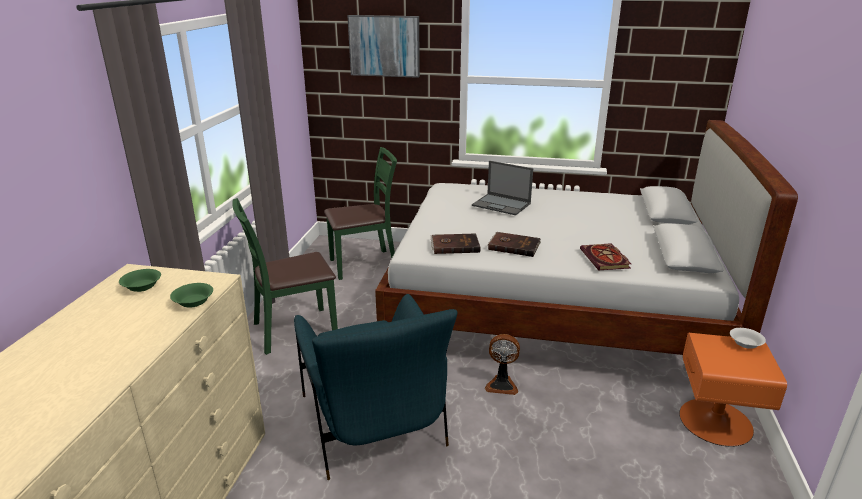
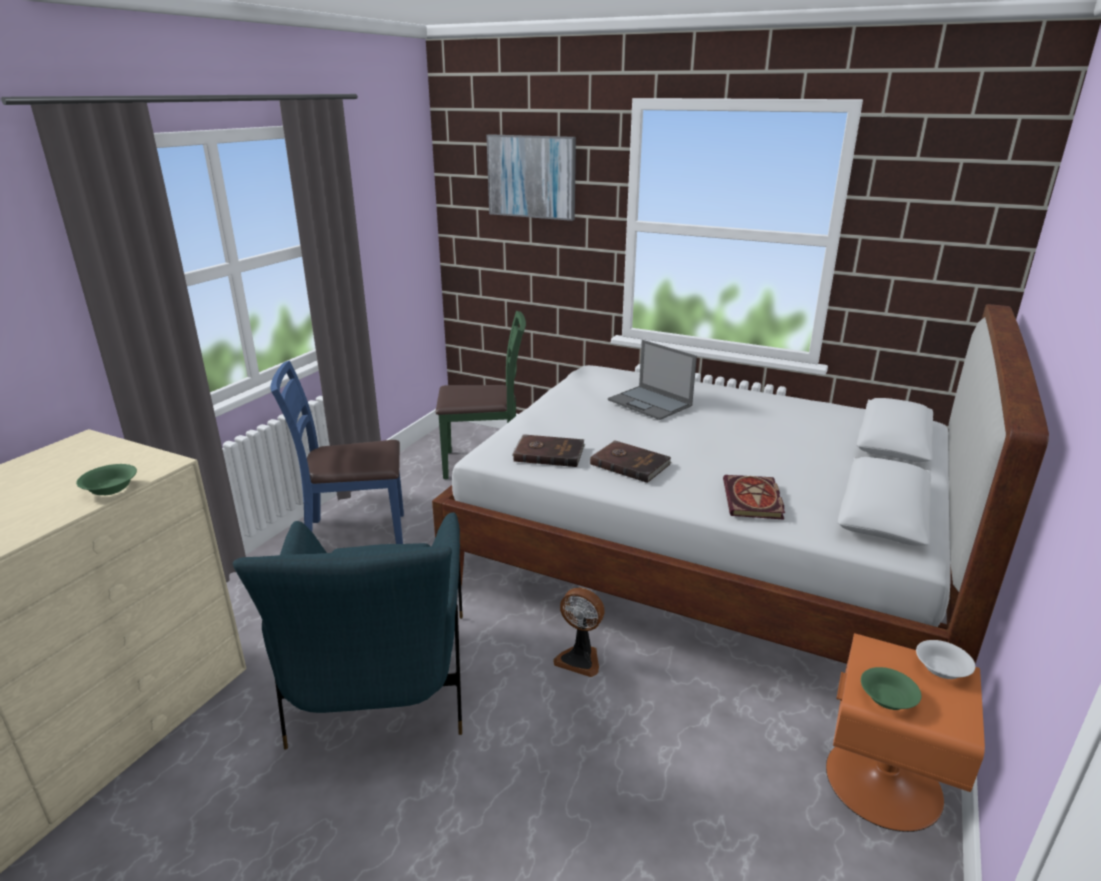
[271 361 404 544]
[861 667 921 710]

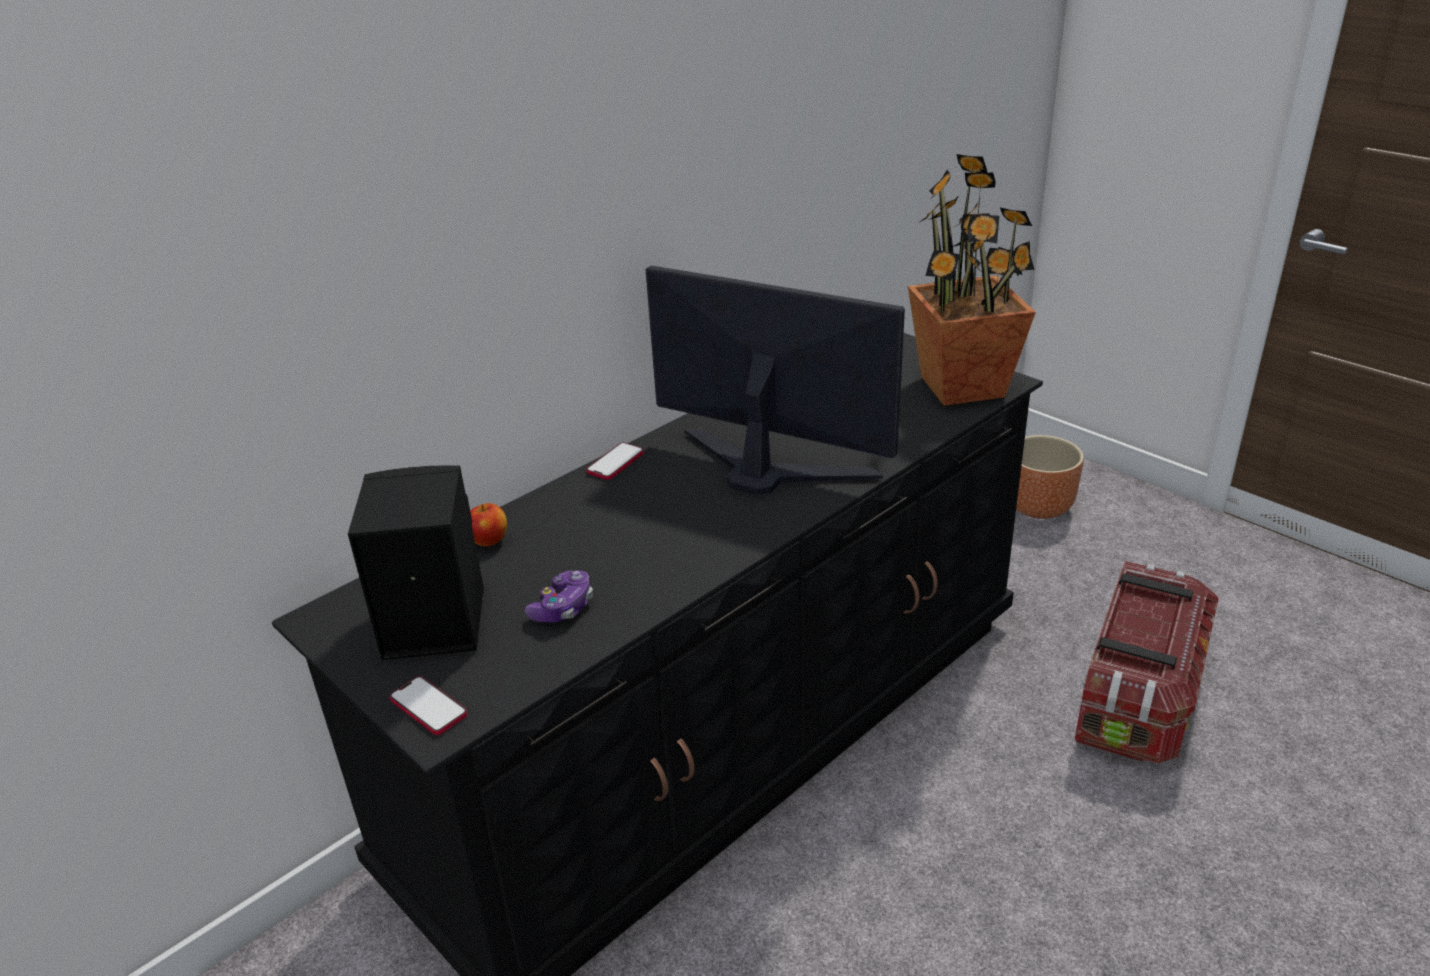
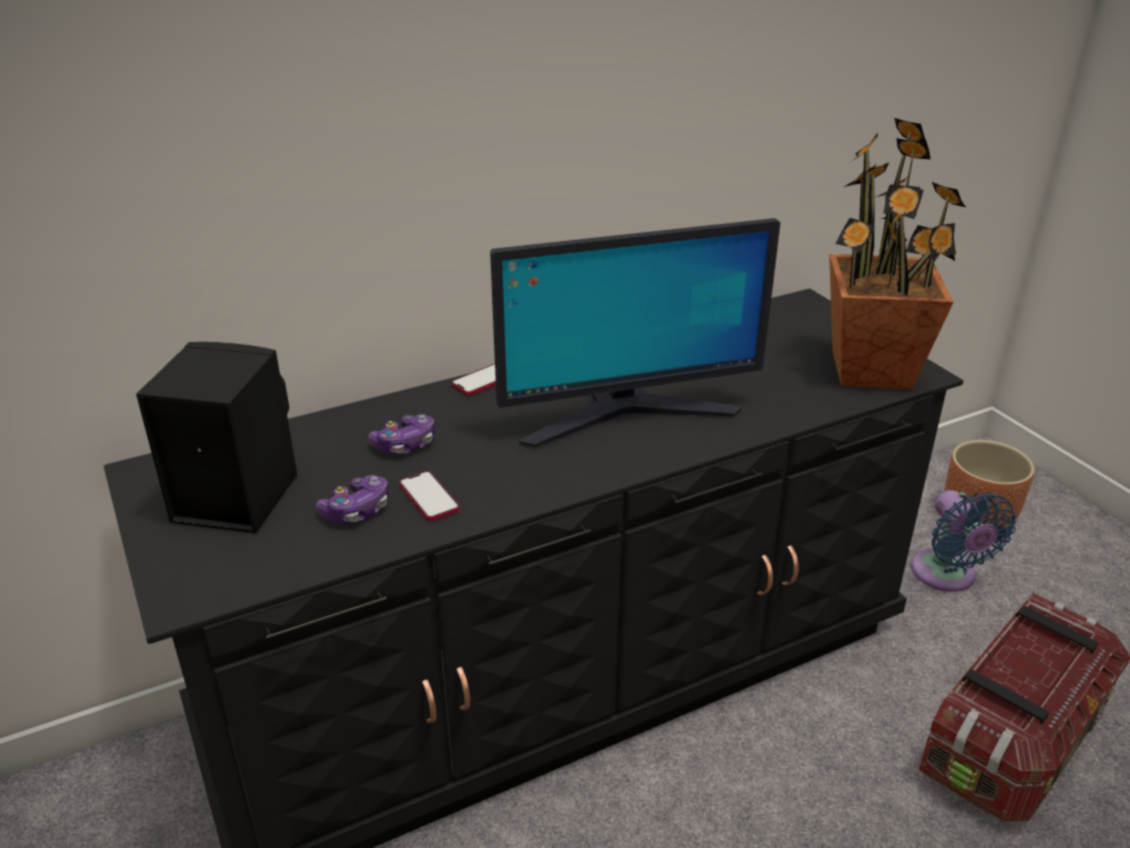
[368 414 435 454]
[399 471 460 521]
[490 218 780 447]
[911 490 1017 592]
[470 503 507 546] (first image)

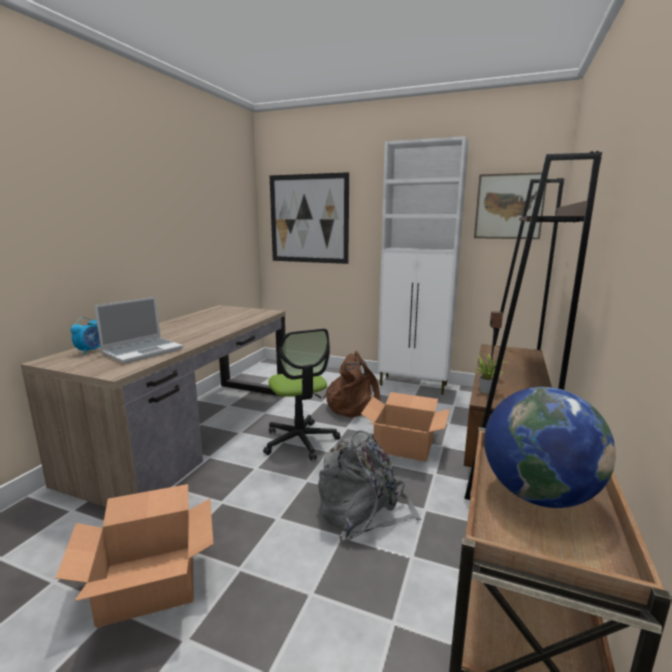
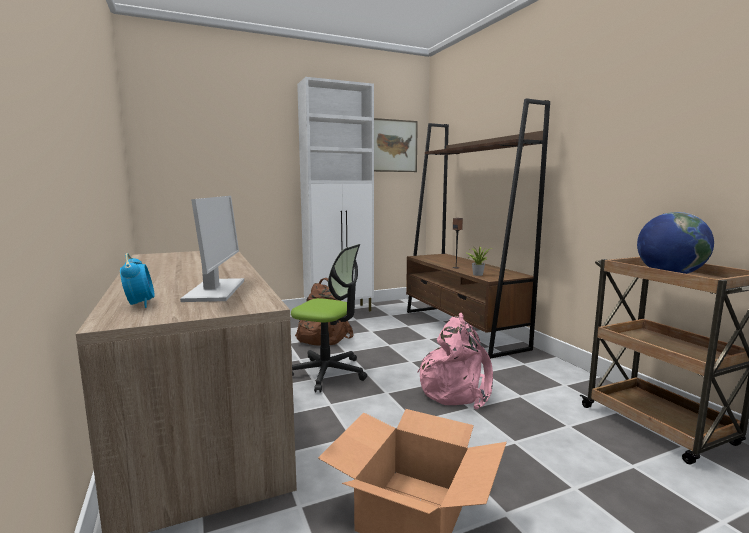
[180 196 244 302]
[417 313 493 409]
[270 172 349 264] (first image)
[361 392 450 462] (first image)

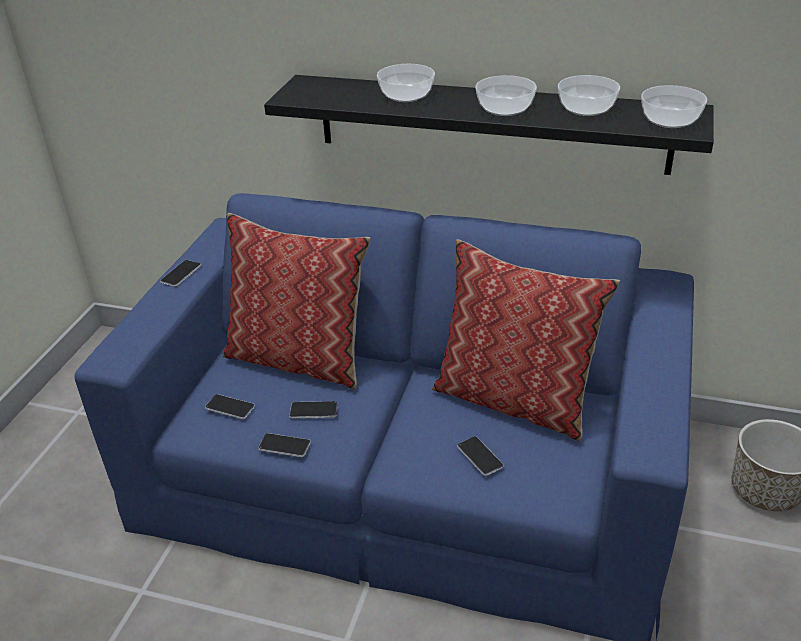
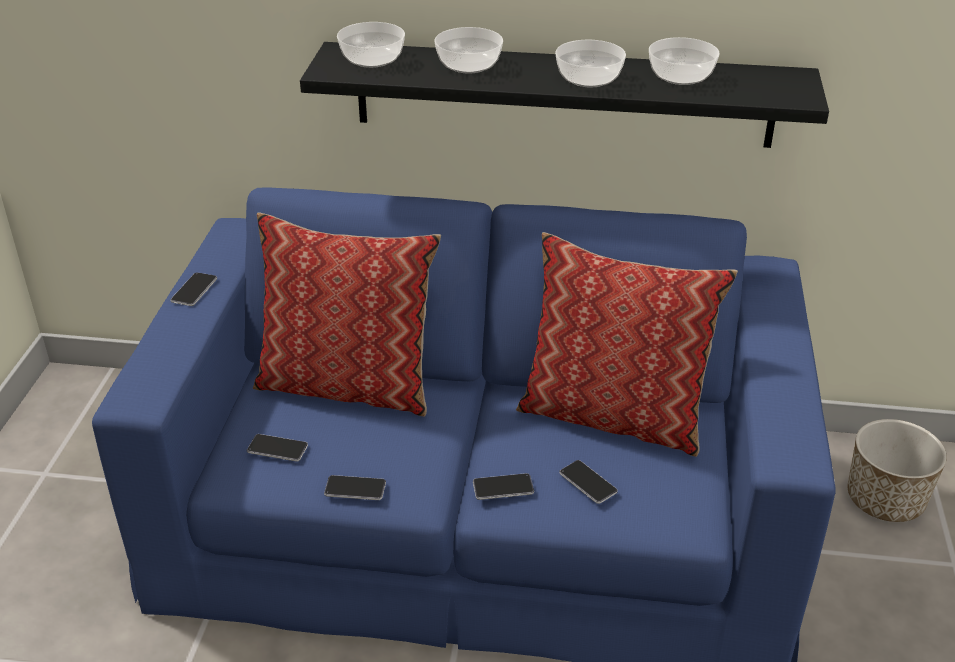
[337 22 405 68]
[473 473 534 500]

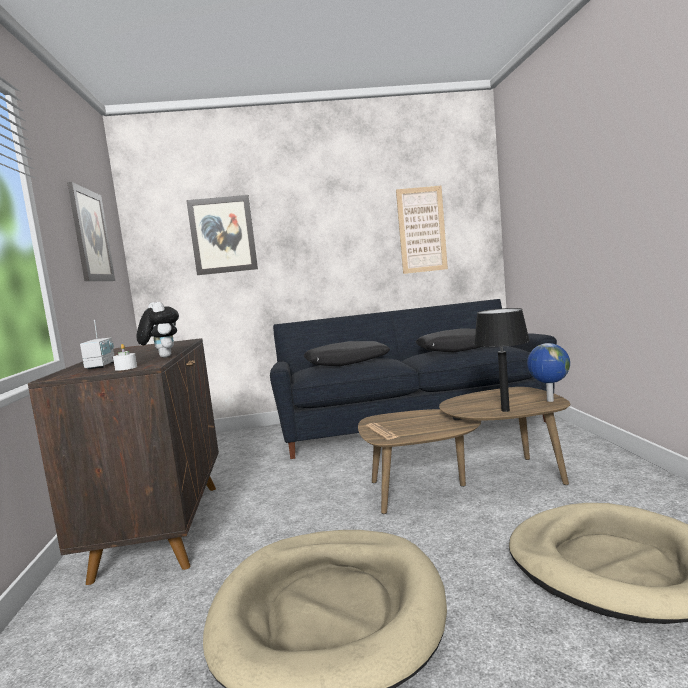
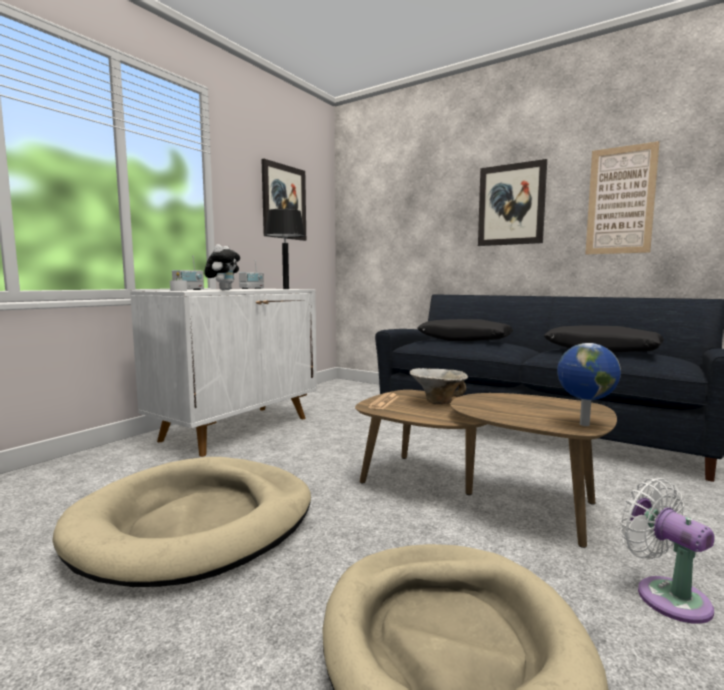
[130 289 317 457]
[239 260 264 289]
[265 209 305 289]
[410 368 468 404]
[478 159 547 246]
[620 478 714 624]

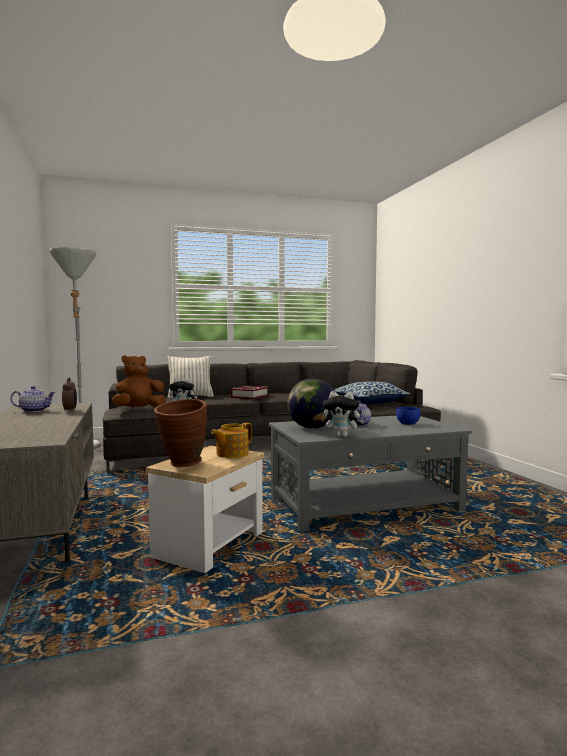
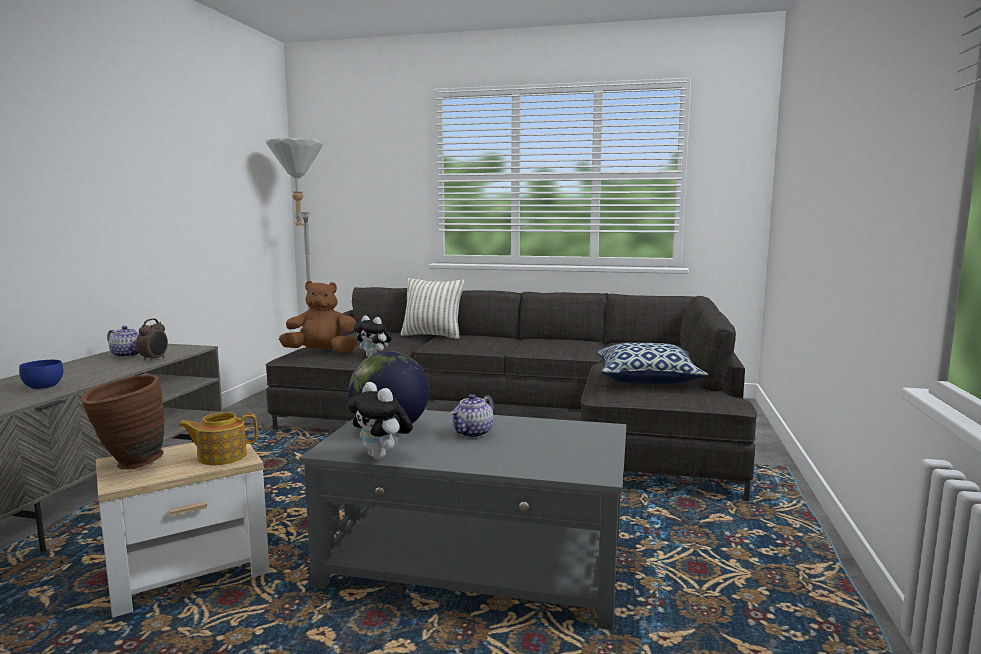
[19 360 63 390]
[230 386 270 399] (first image)

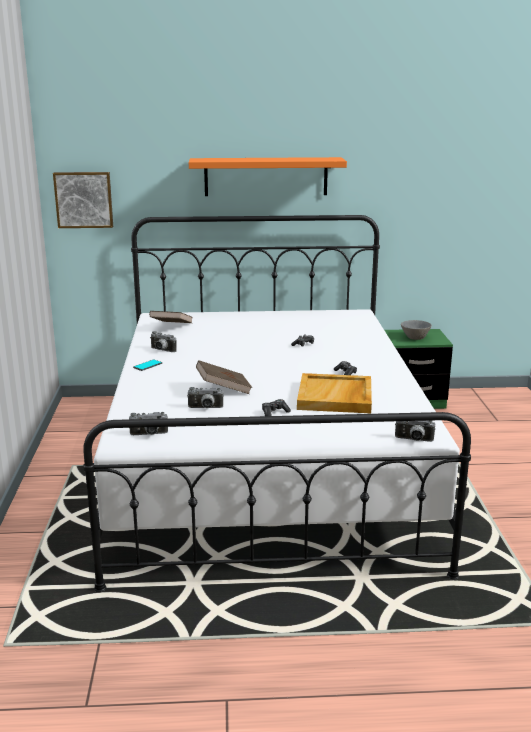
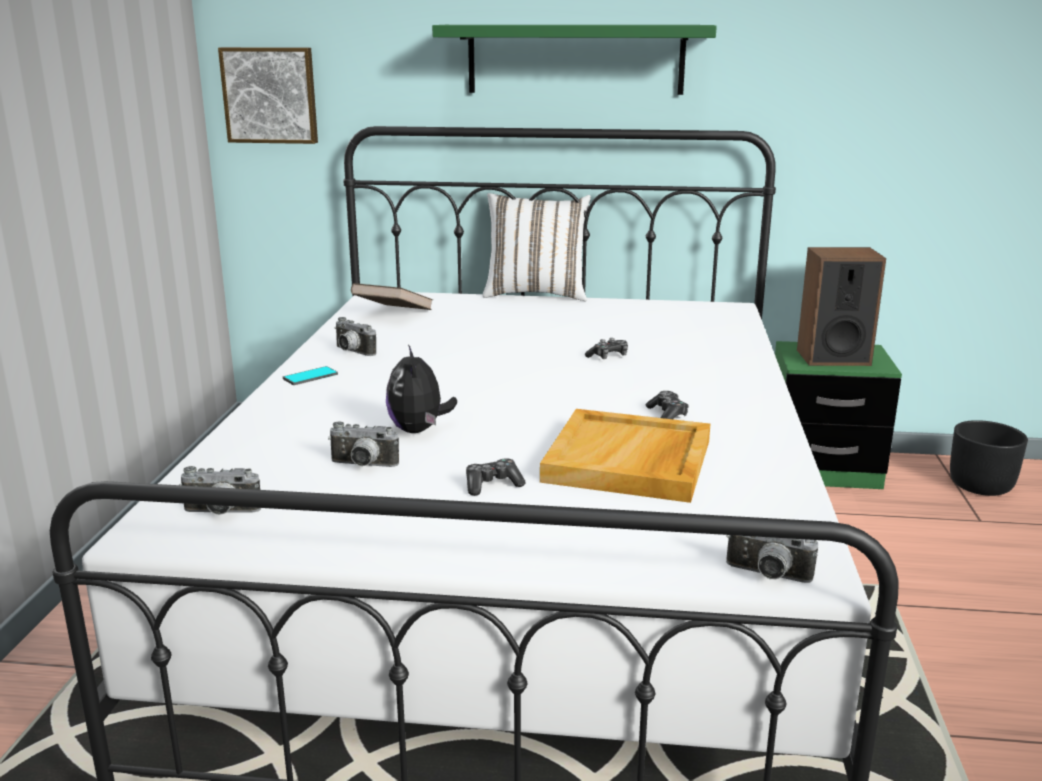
[386 344 457 433]
[432 25 717 95]
[482 193 591 301]
[797 247 886 366]
[950 420 1028 496]

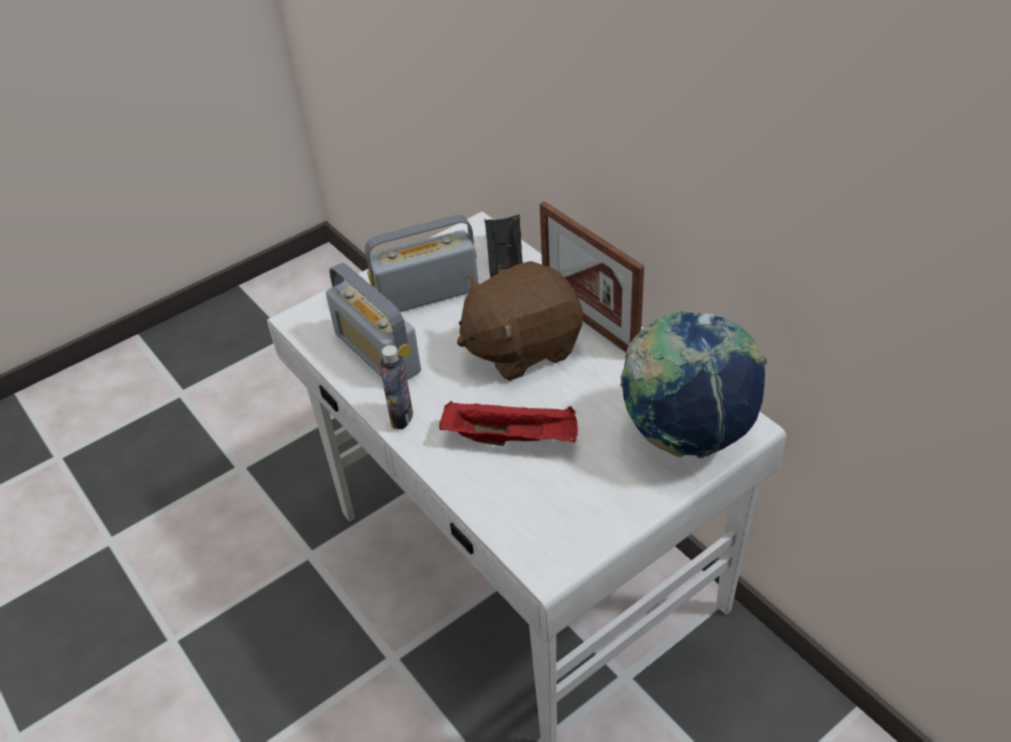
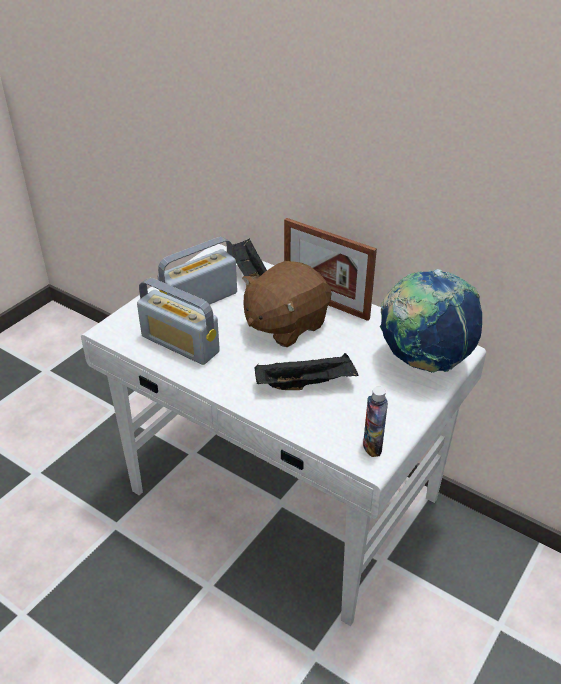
[255 353 359 390]
[363 387 388 457]

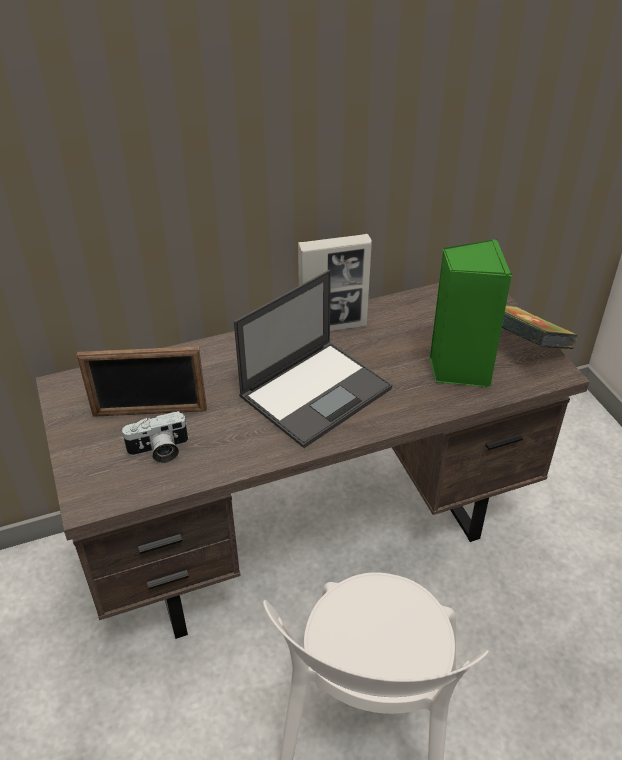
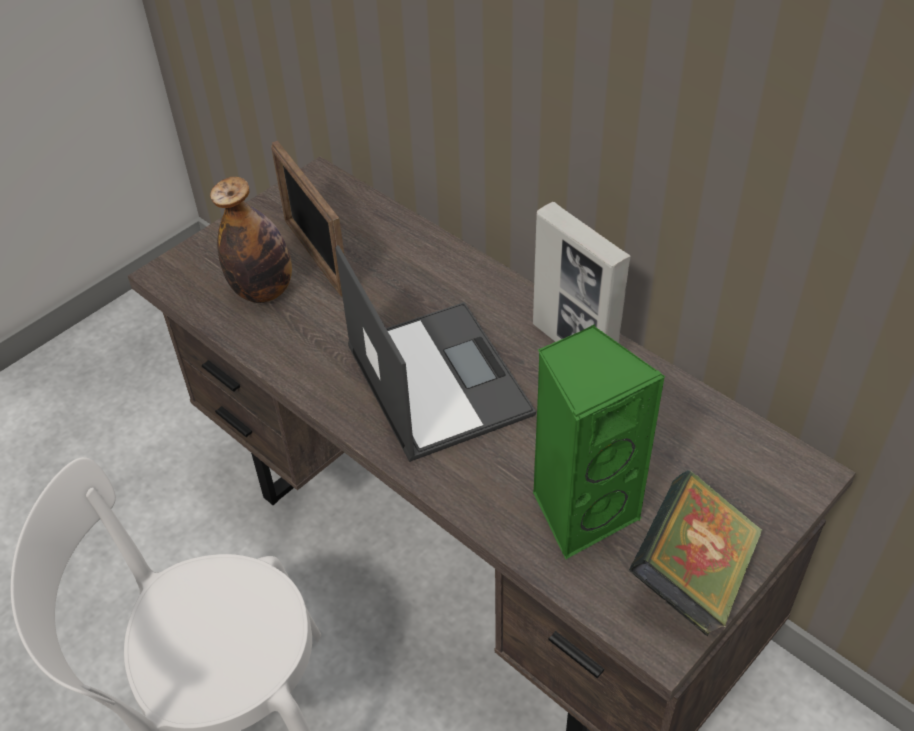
[210 177 292 303]
[335 245 536 462]

